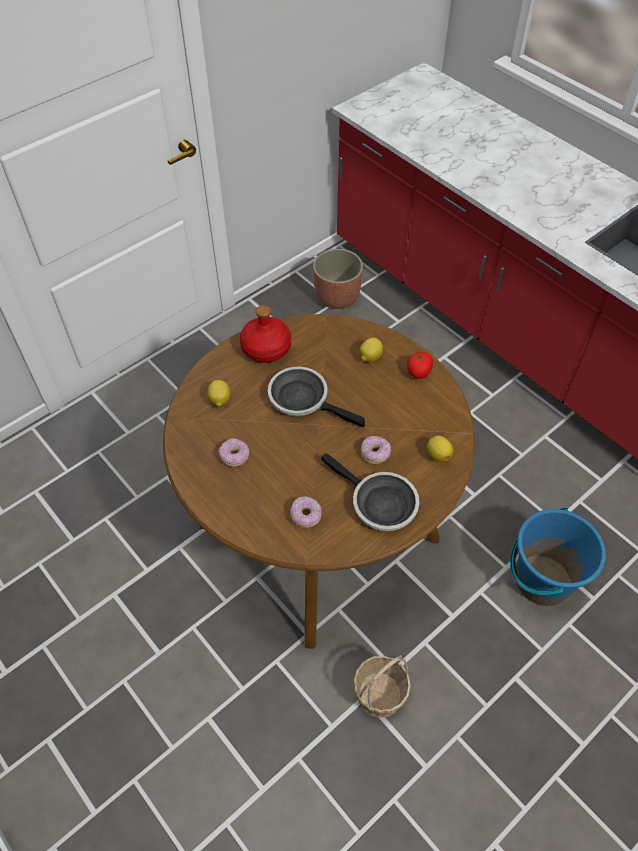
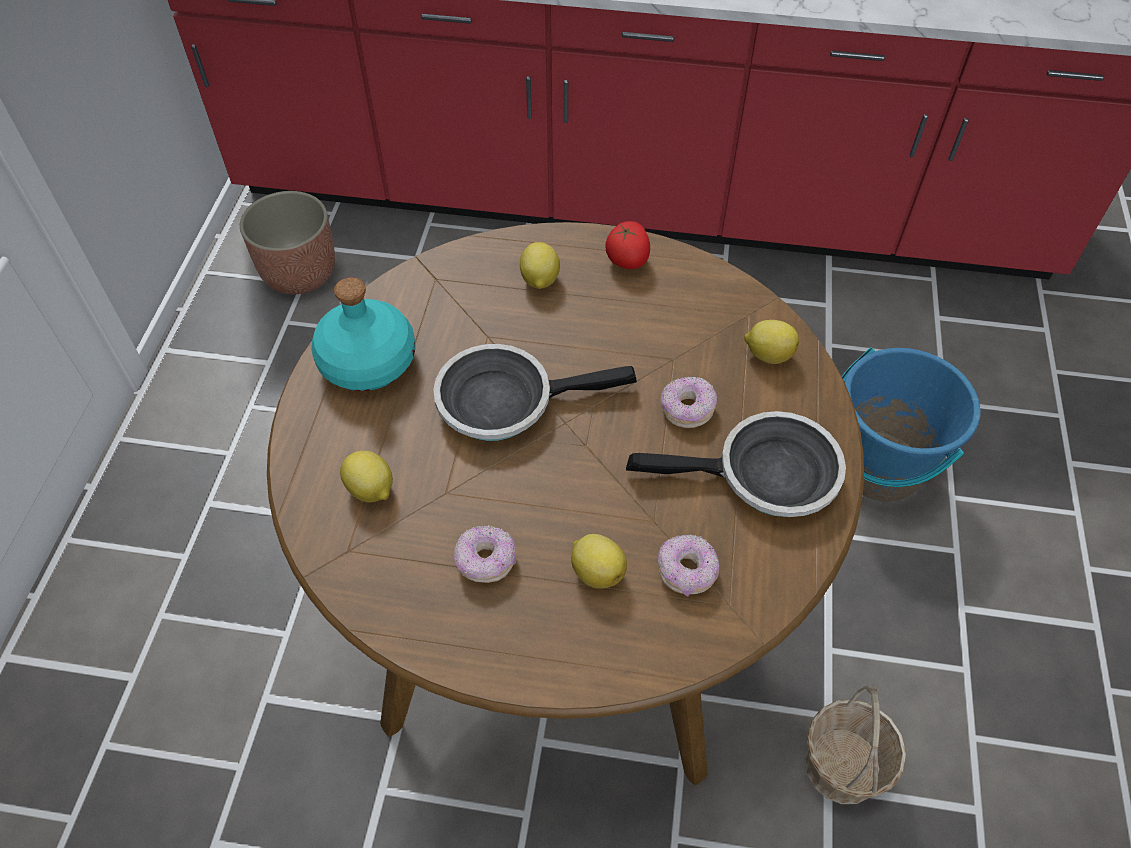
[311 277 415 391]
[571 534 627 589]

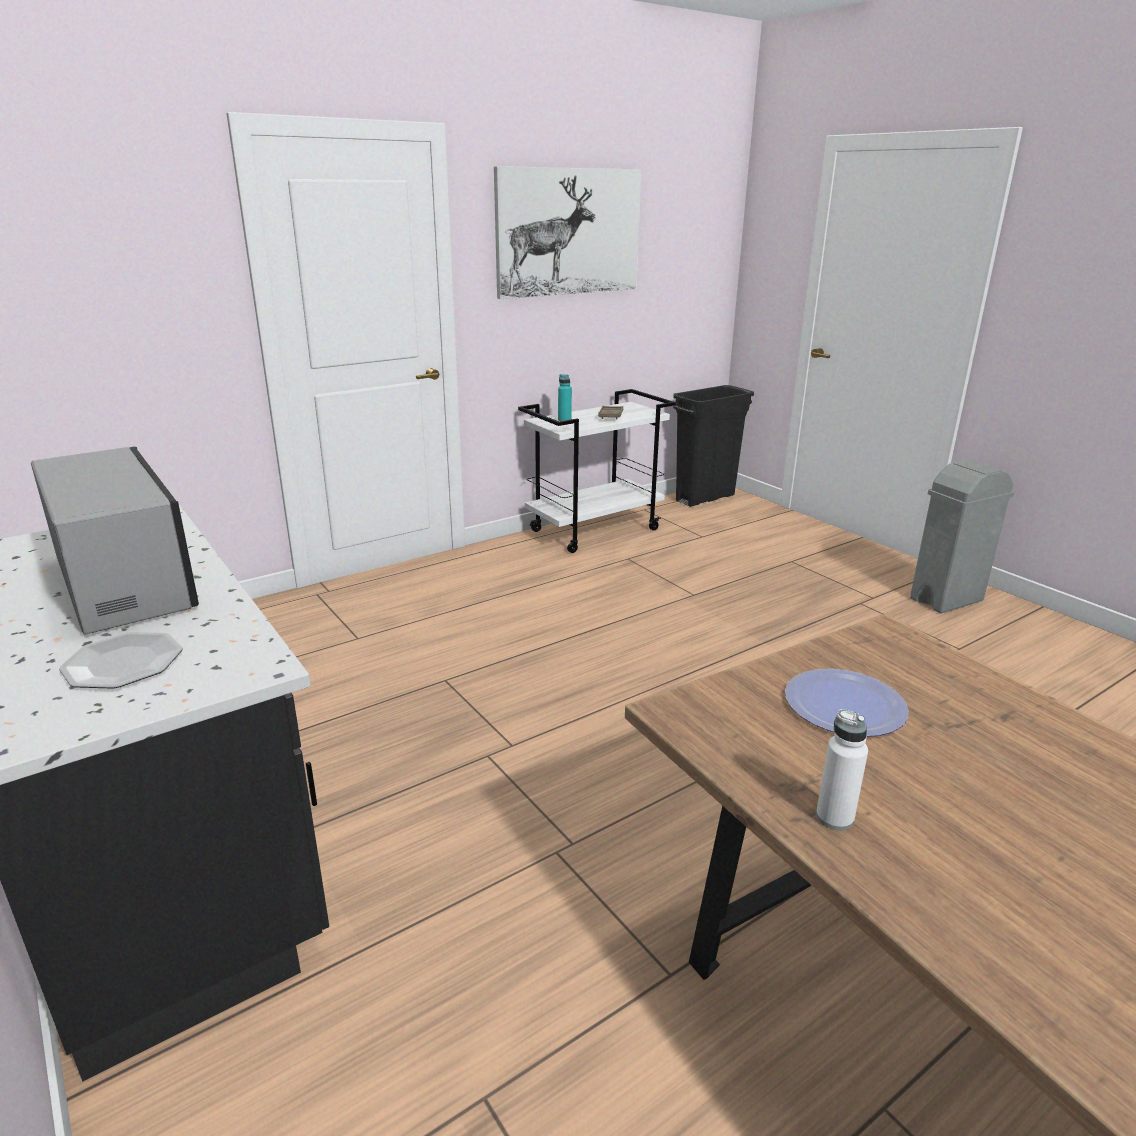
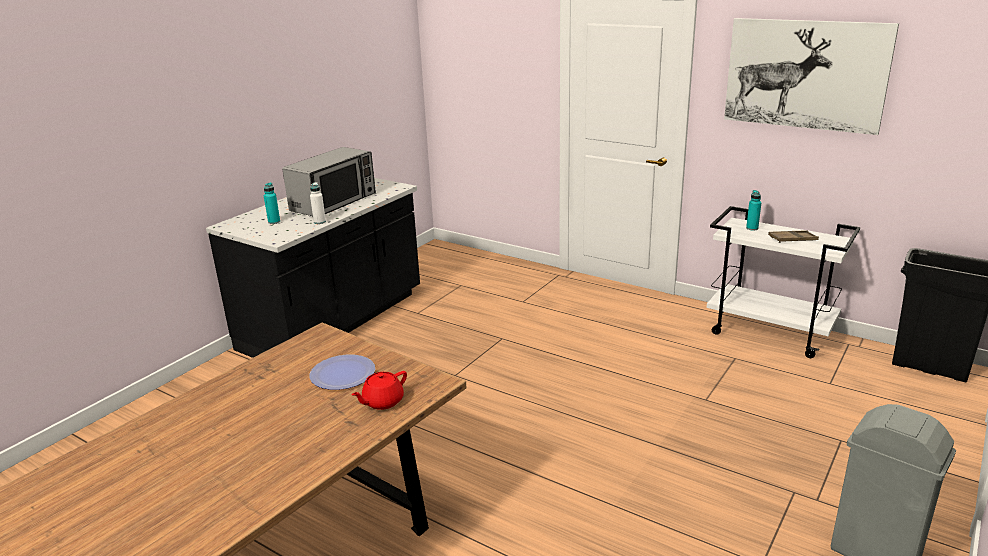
[264 182 280 224]
[310 182 326 224]
[351 371 407 410]

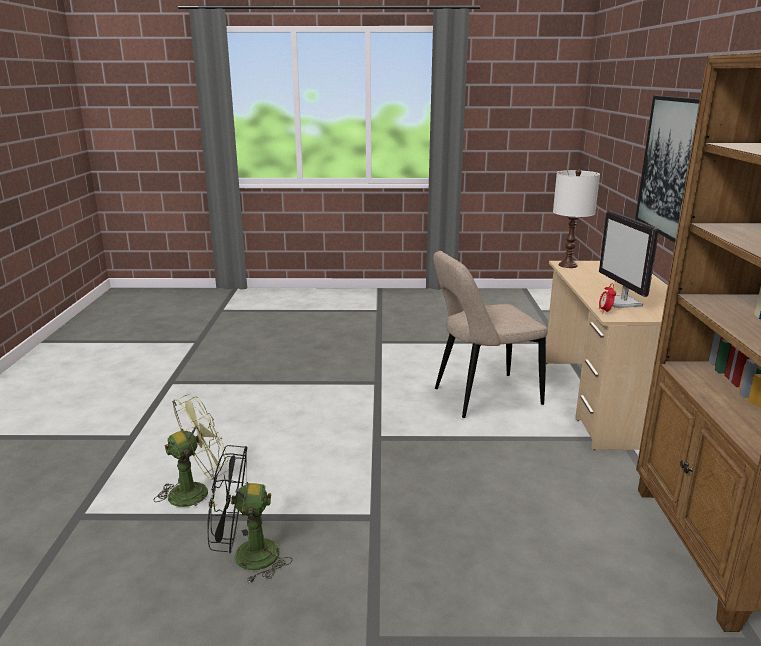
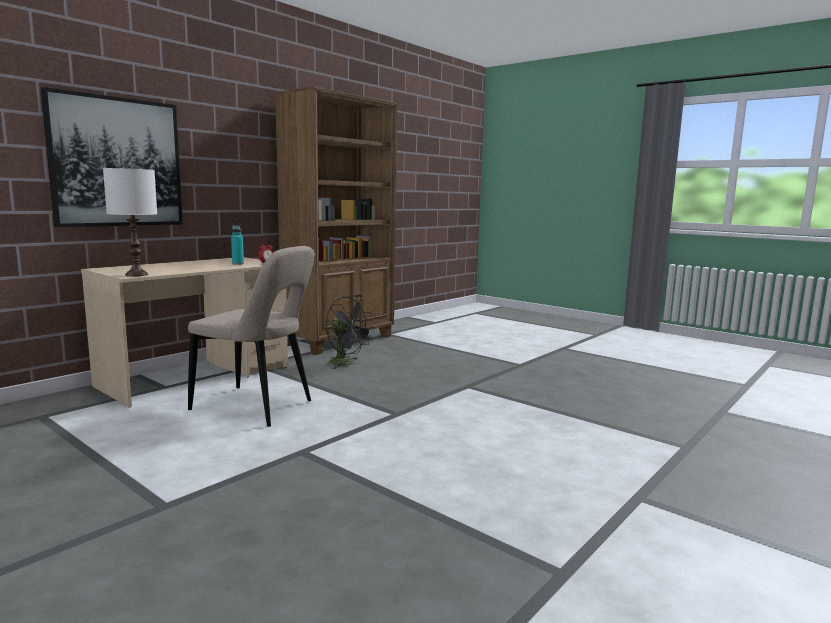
[231 226 244 265]
[326 297 373 369]
[154 394 229 507] (first image)

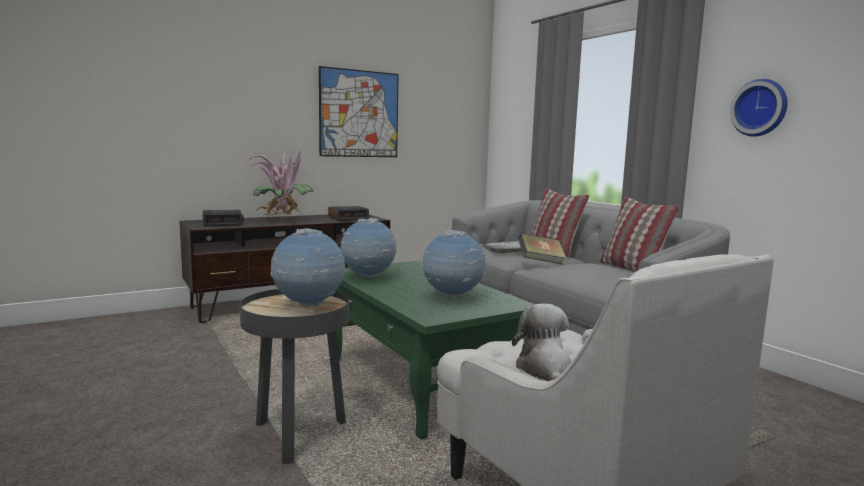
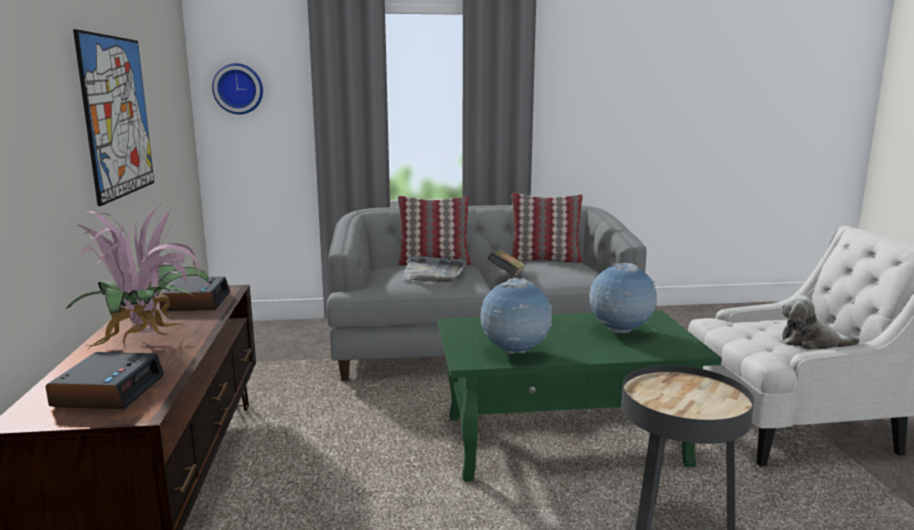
[212 63 263 114]
[270 229 347 308] (first image)

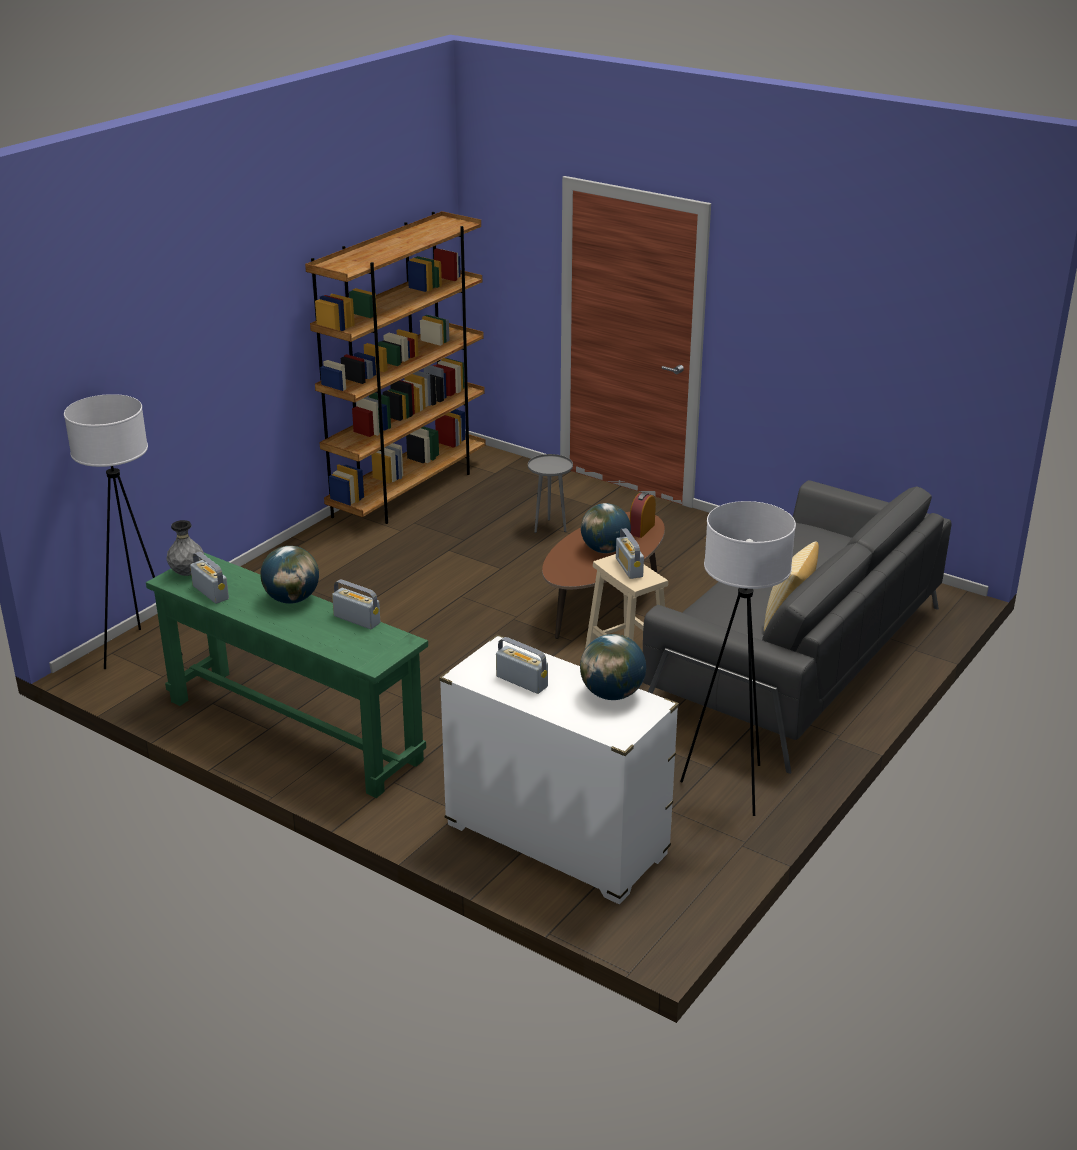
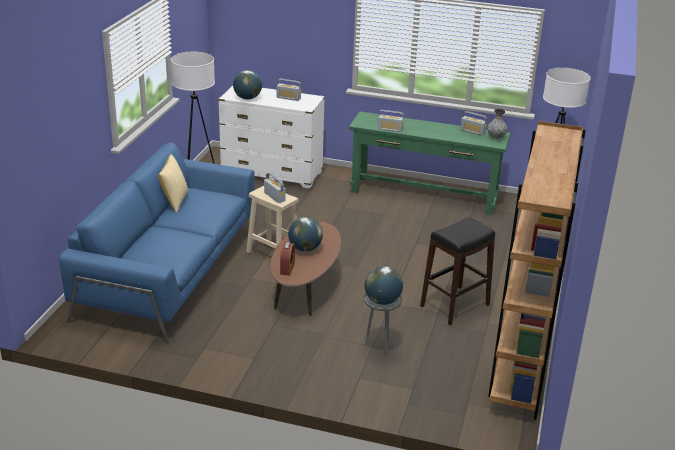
[59 143 255 344]
[365 266 403 305]
[420 217 495 325]

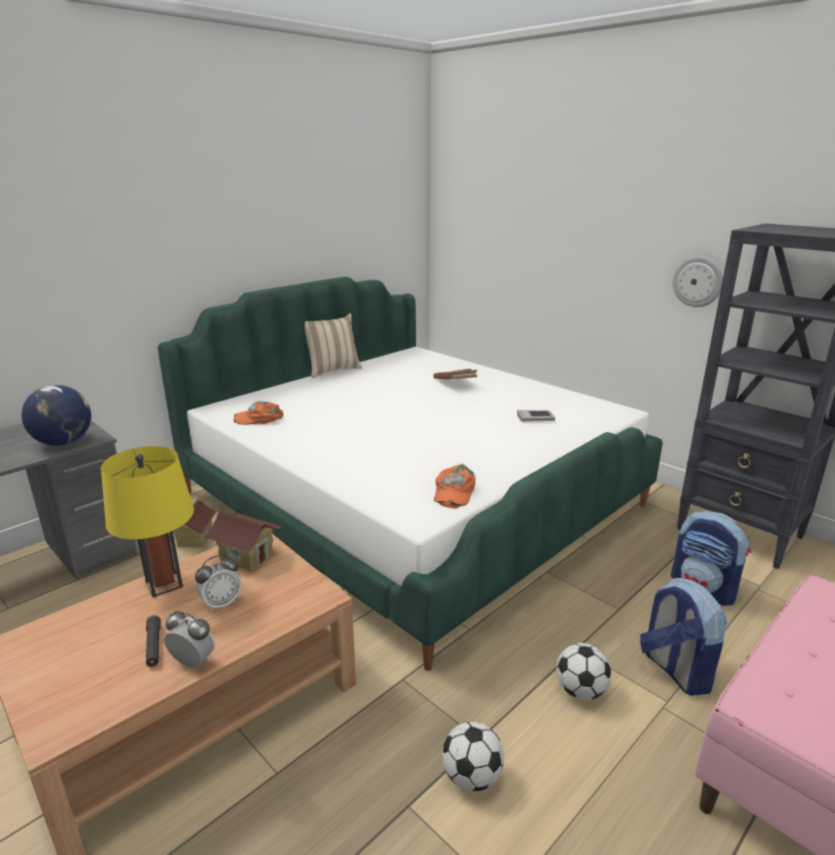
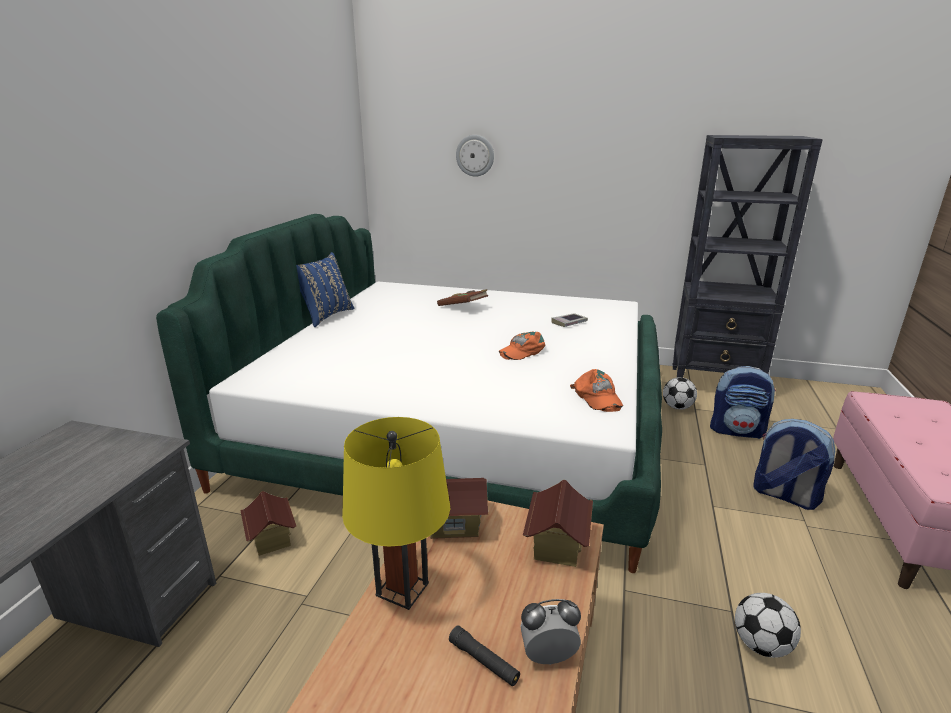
[296 252 355 327]
[456 135 494 177]
[498 331 545 360]
[523 480 593 567]
[663 377 697 410]
[21 385 91 446] (first image)
[195 555 241 612] (first image)

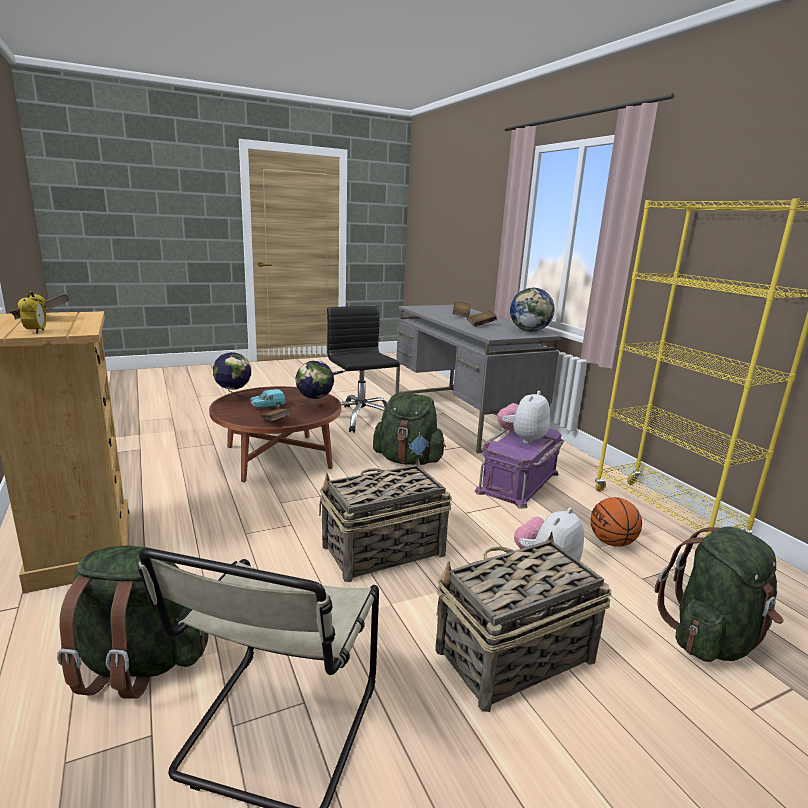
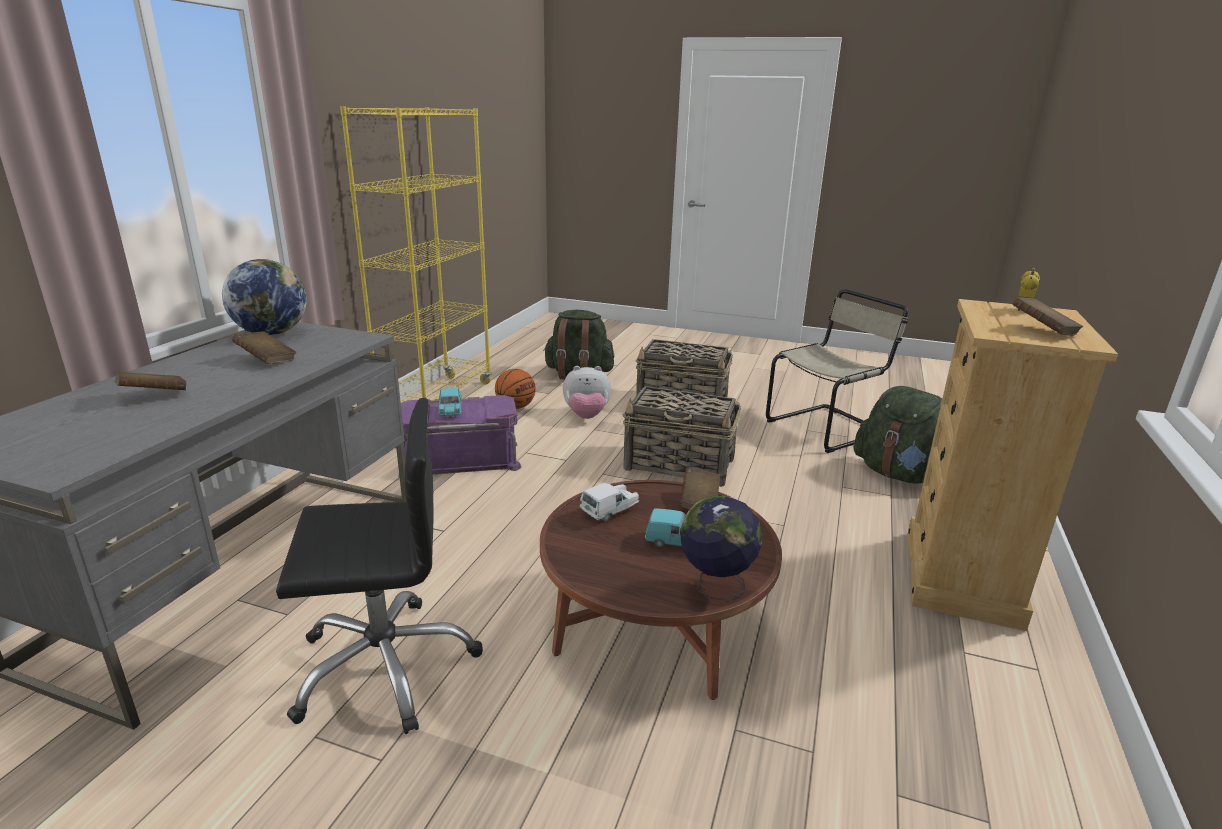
[276 398 483 734]
[438 388 462 418]
[580 483 639 522]
[373 393 446 465] (first image)

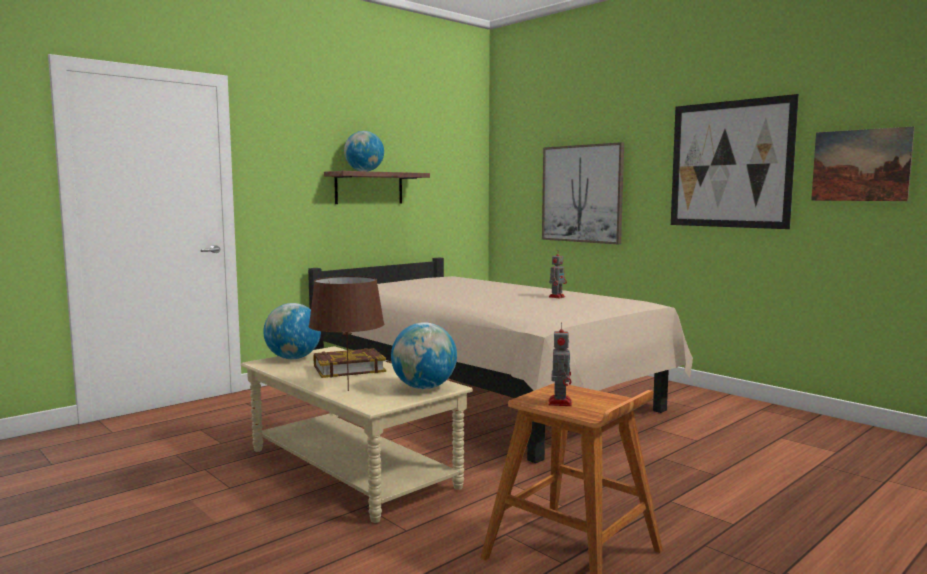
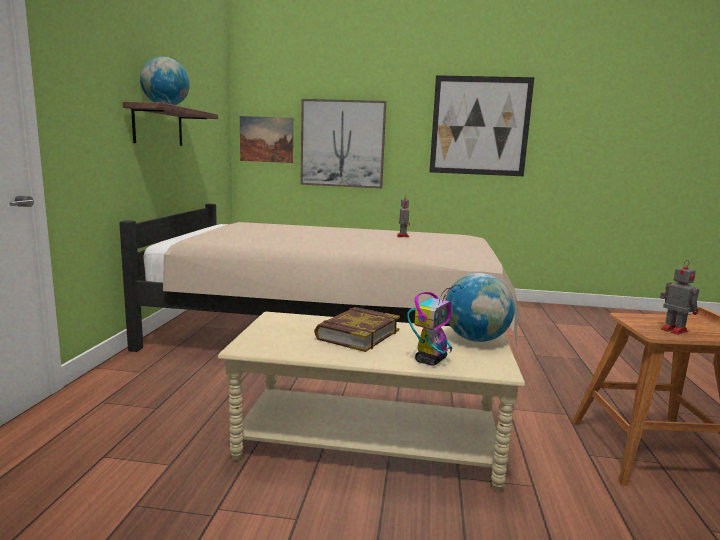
[240 116 293 163]
[407 285 464 365]
[263 303 321 359] (first image)

